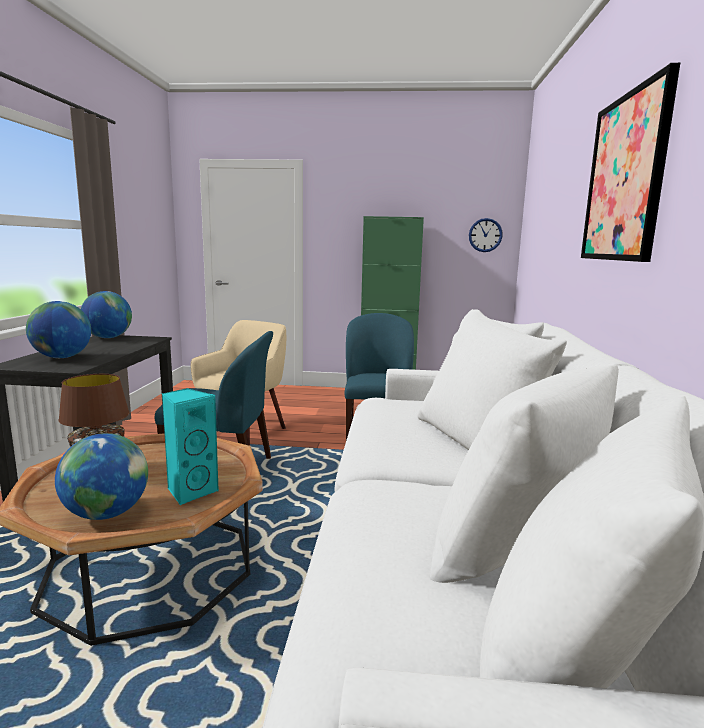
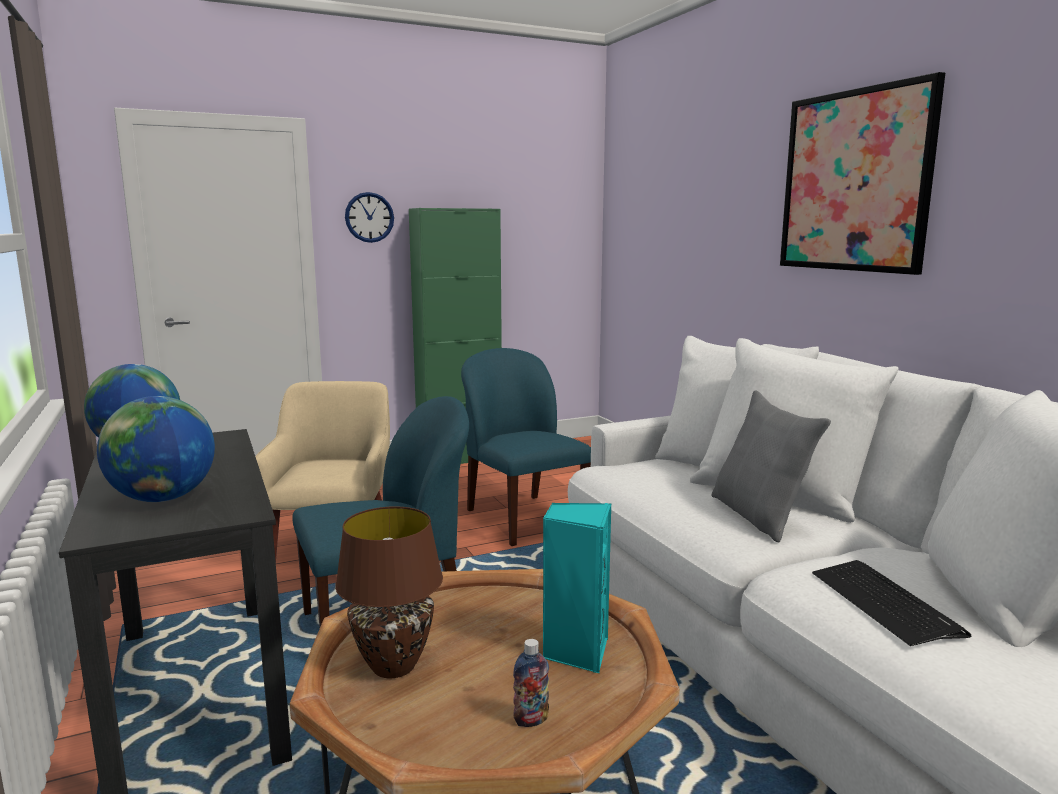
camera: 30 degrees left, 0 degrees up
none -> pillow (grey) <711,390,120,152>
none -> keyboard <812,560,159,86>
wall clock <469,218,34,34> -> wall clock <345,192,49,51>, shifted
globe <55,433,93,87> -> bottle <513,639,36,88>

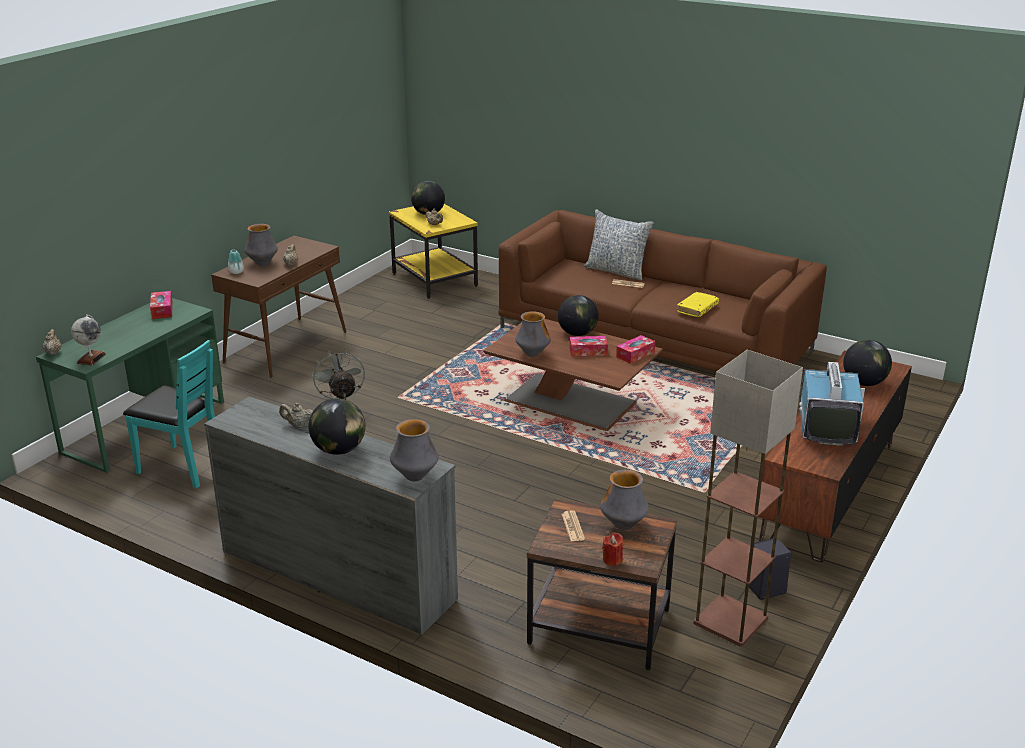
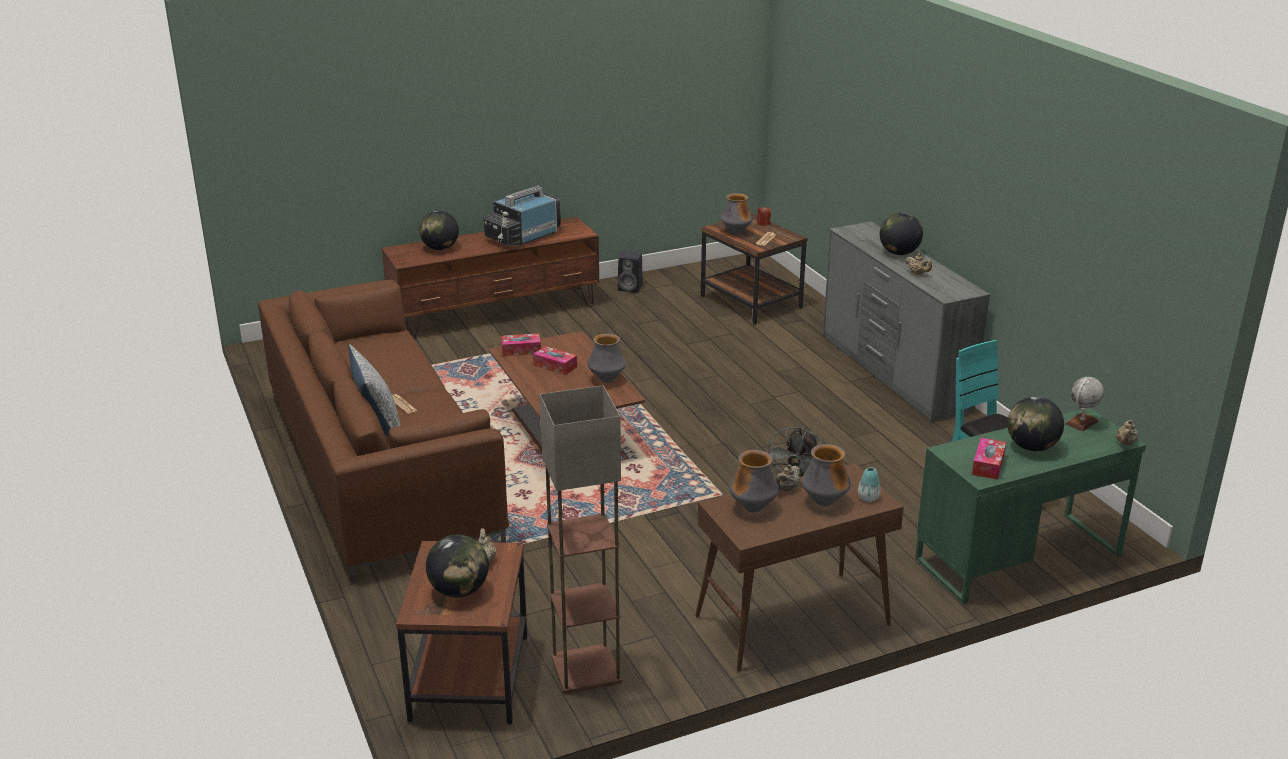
camera: 145 degrees left, 0 degrees up
book (yellow) <677,292,42,25> -> none
vase <390,419,49,62> -> vase <729,450,50,62>, shifted
globe <558,295,41,41> -> globe <1007,397,57,54>, shifted
floor lamp <693,350,110,297> -> floor lamp <540,385,82,309>, shifted
side table (yellow) <389,204,89,95> -> side table (brown) <396,541,131,184>

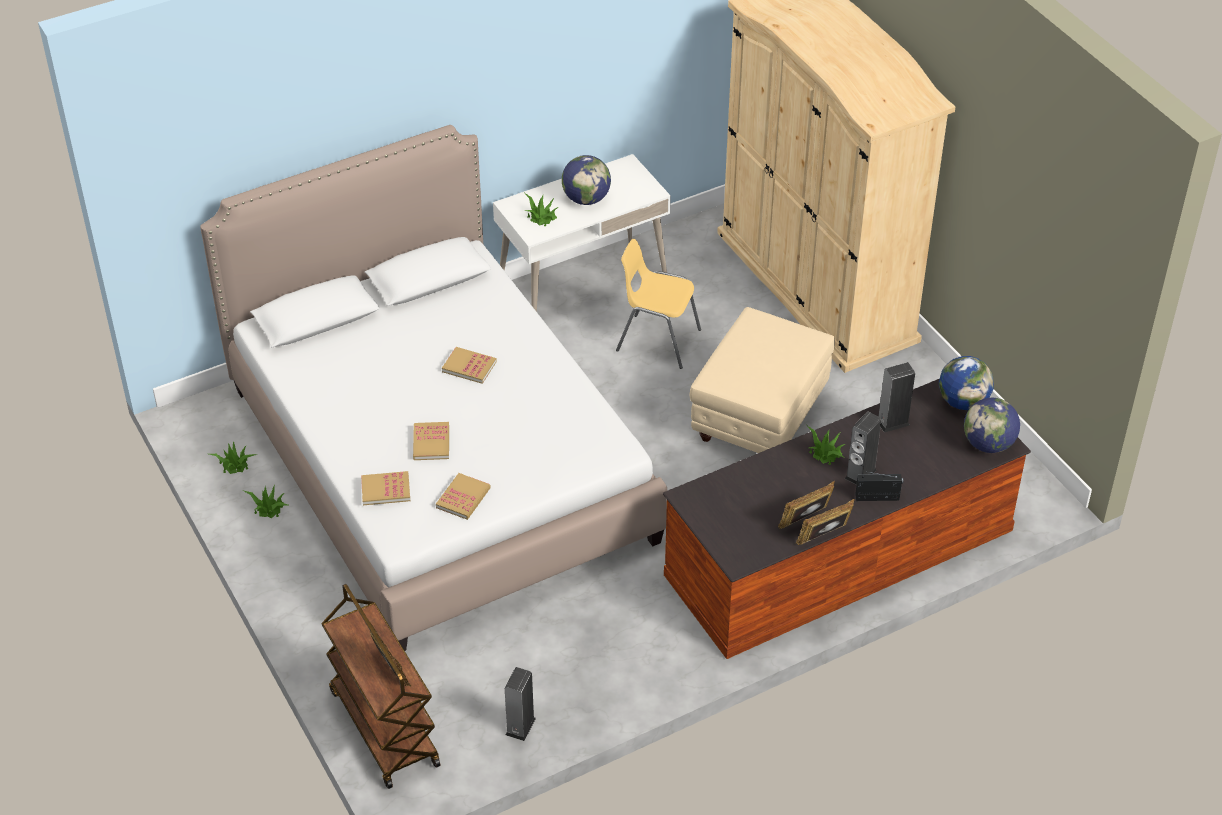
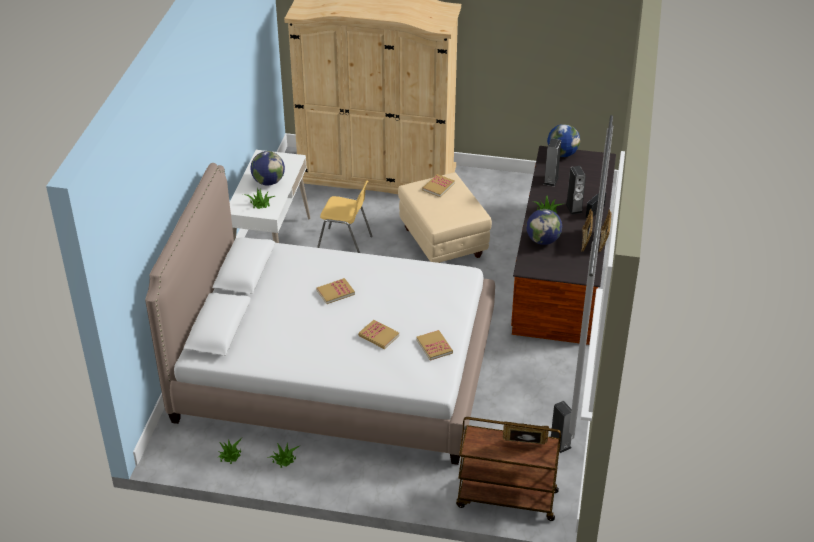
camera: 50 degrees left, 5 degrees down
book <361,471,49,34> -> book <422,174,33,23>, shifted
globe <964,398,56,55> -> globe <526,209,36,36>, shifted
chair (yellow) <616,239,85,130> -> chair (yellow) <317,181,56,72>, 135 degrees counterclockwise

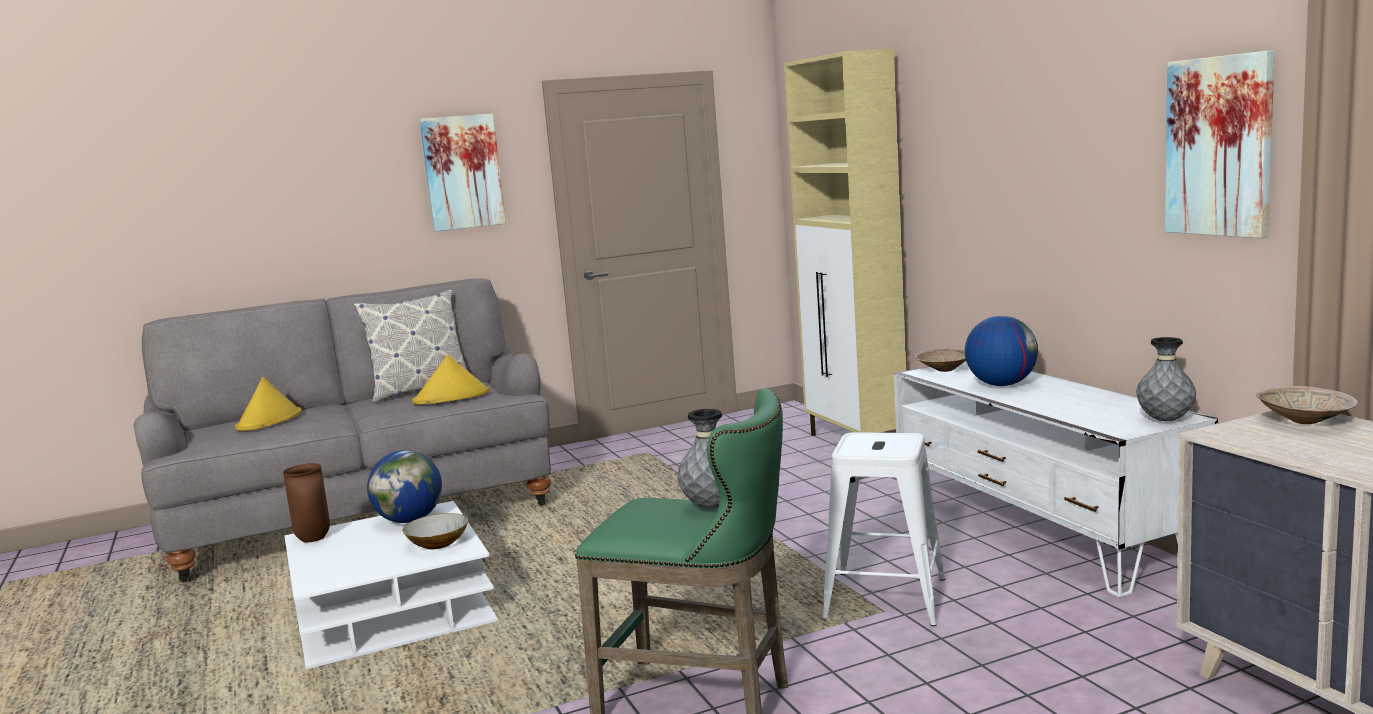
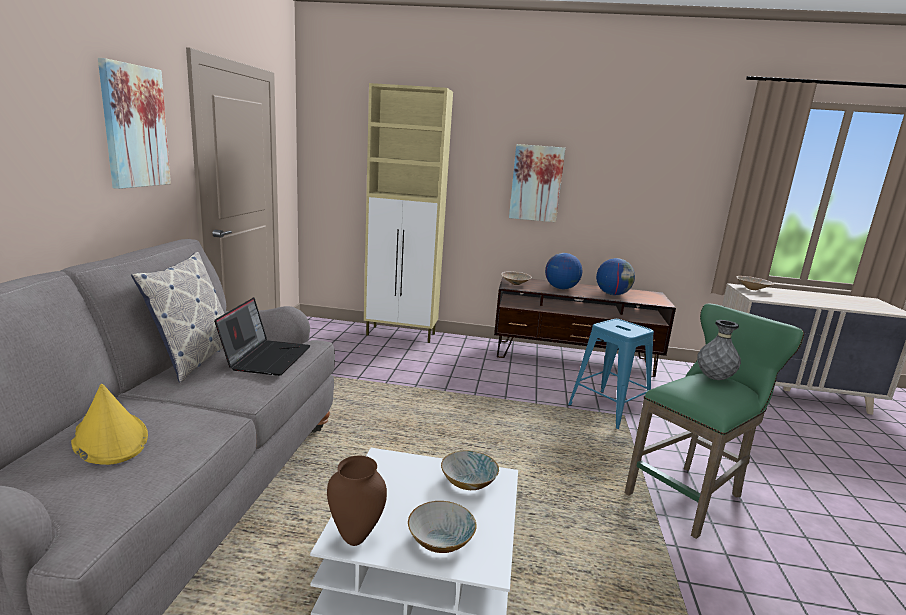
camera: 60 degrees left, 5 degrees up
vase (grey) <1136,337,60,84> -> none
none -> bowl <408,501,68,52>
globe <367,450,75,73> -> globe <596,258,39,37>, shifted
picture <1165,50,110,188> -> picture <509,144,56,78>, shifted
hat (yellow) <412,355,78,49> -> laptop <214,297,97,79>
stool (white) <823,432,122,194> -> stool (blue) <568,319,86,110>
tv stand (white) <894,361,324,236> -> tv stand (brown) <494,277,182,100>

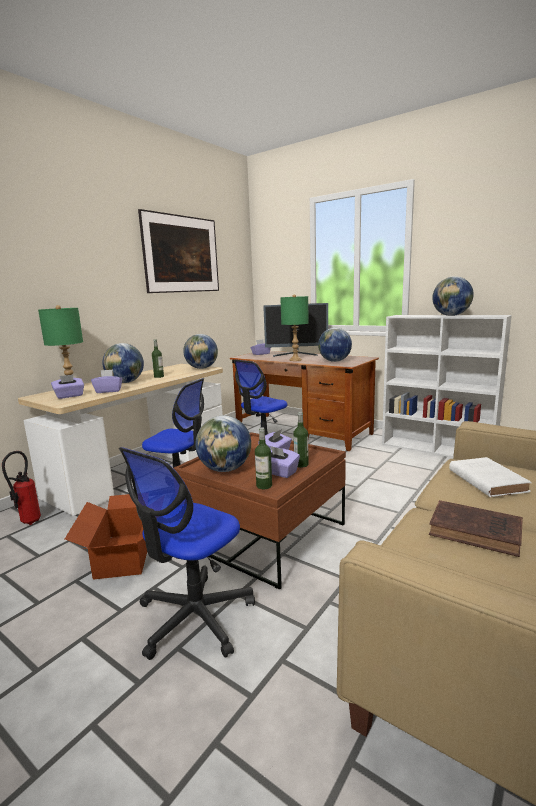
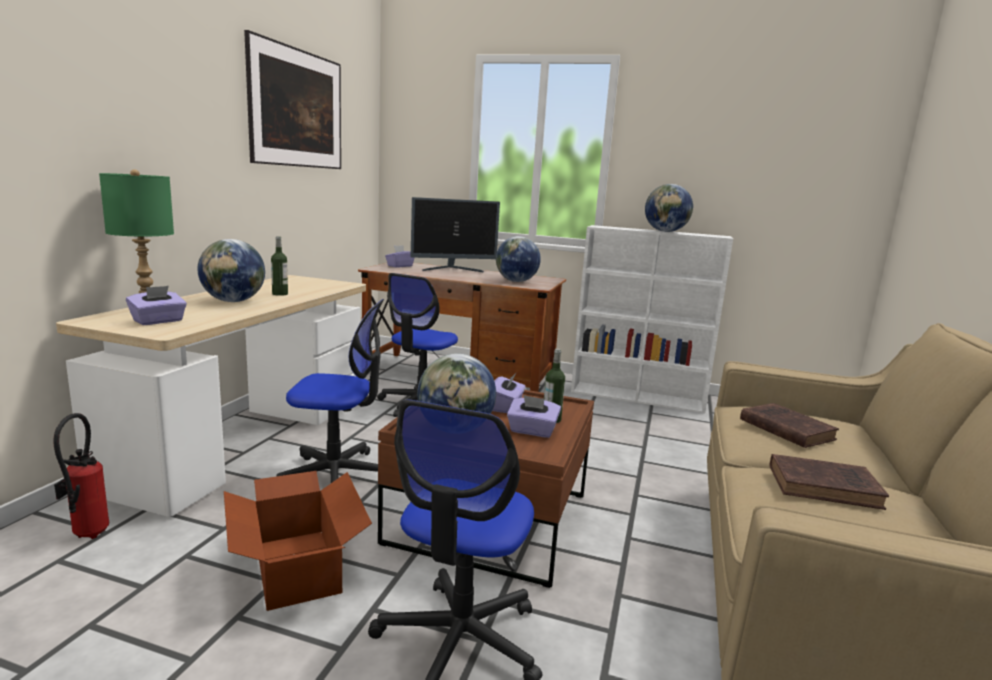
camera: 20 degrees left, 0 degrees up
tissue box (purple) <91,369,32,24> -> none
globe <183,334,35,35> -> none
bottle <255,428,17,61> -> none
table lamp (green) <280,294,29,67> -> none
book (white) <449,457,83,40> -> book (brown) <740,403,99,45>

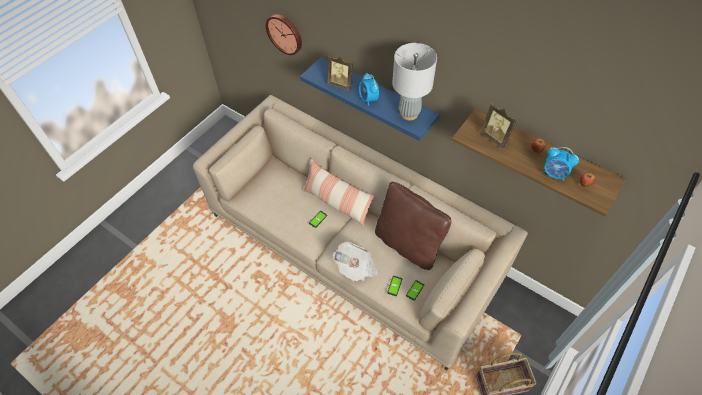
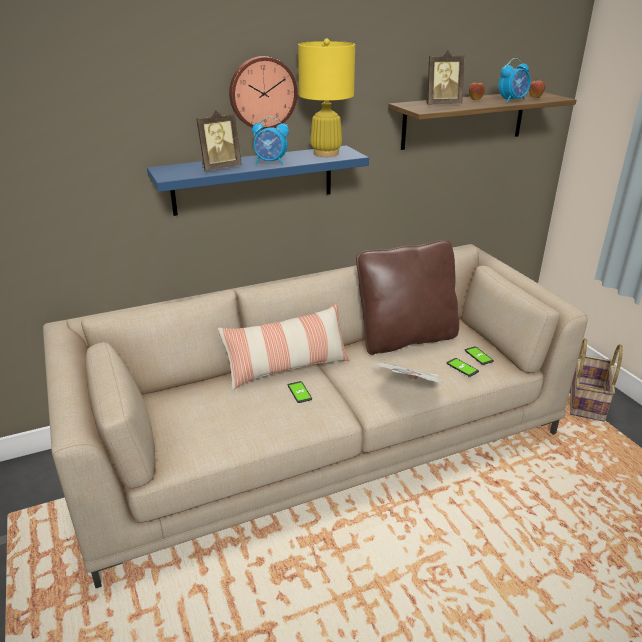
camera: 60 degrees left, 25 degrees down
wall clock <266,14,36,41> -> wall clock <229,56,68,74>, shifted
table lamp (grey) <392,43,45,77> -> table lamp (yellow) <298,39,57,118>

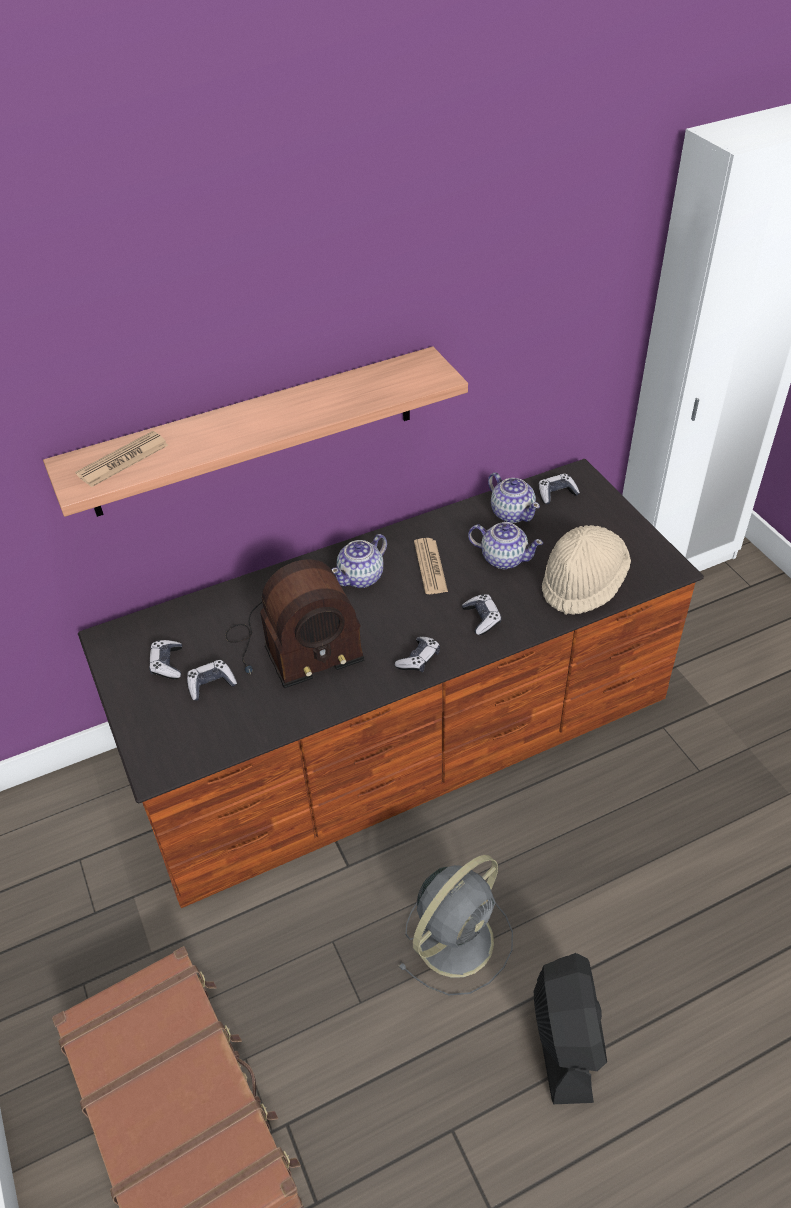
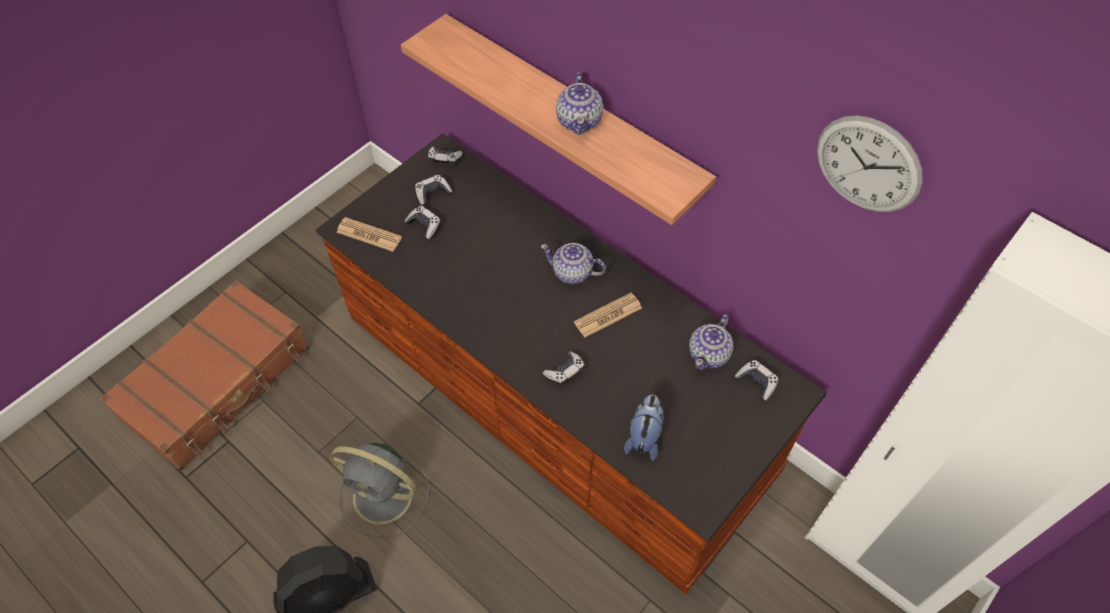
camera: 65 degrees right, 10 degrees up
radio <226,559,139,130> -> none
none -> wall clock <816,115,107,97>
newspaper <75,431,93,56> -> newspaper <336,217,66,35>, shifted
game controller <395,637,45,35> -> game controller <428,147,35,20>, shifted
teapot <468,522,75,47> -> teapot <556,72,47,63>, shifted
hat (beige) <542,525,89,90> -> plush toy <624,395,39,66>

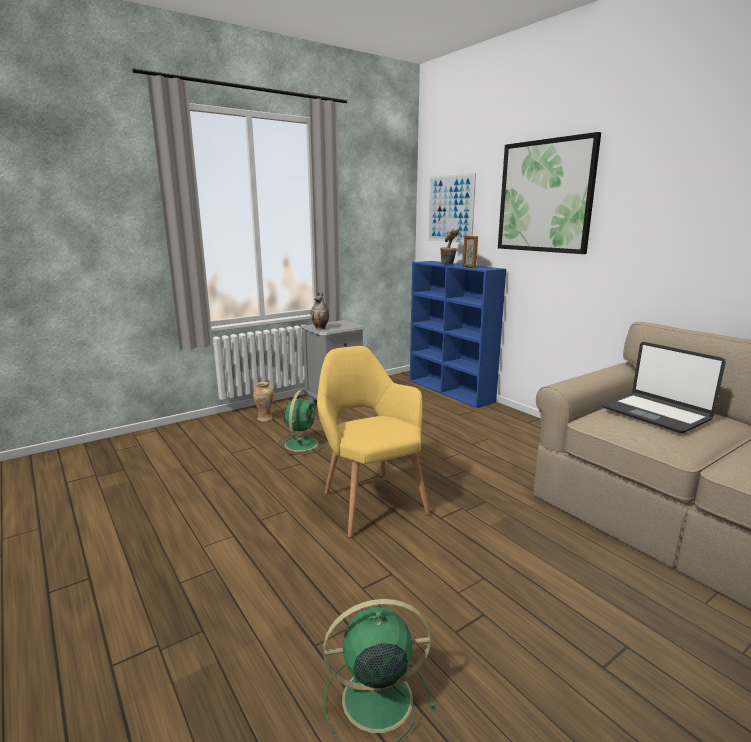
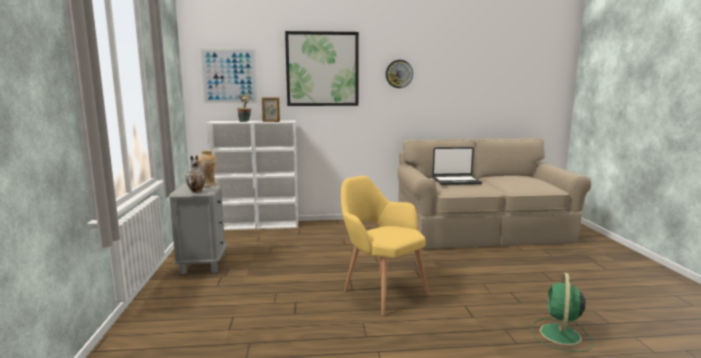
camera: 60 degrees left, 5 degrees down
fan (green) <279,390,47,65> -> none
none -> wall clock <386,60,27,28>
vase <253,382,21,40> -> vase <198,150,19,37>, shifted
bookcase (blue) <410,261,96,147> -> bookcase (white) <206,121,92,109>
armchair (yellow) <317,346,113,191> -> armchair (yellow) <341,176,88,140>, 45 degrees clockwise

